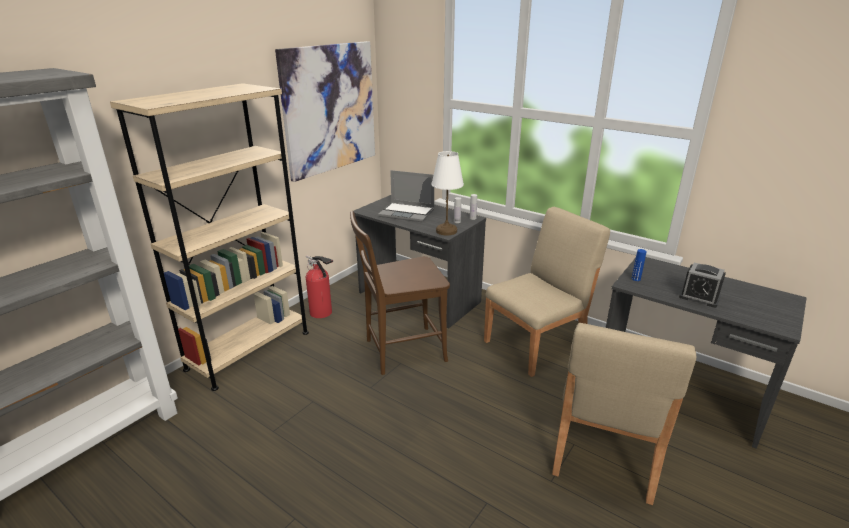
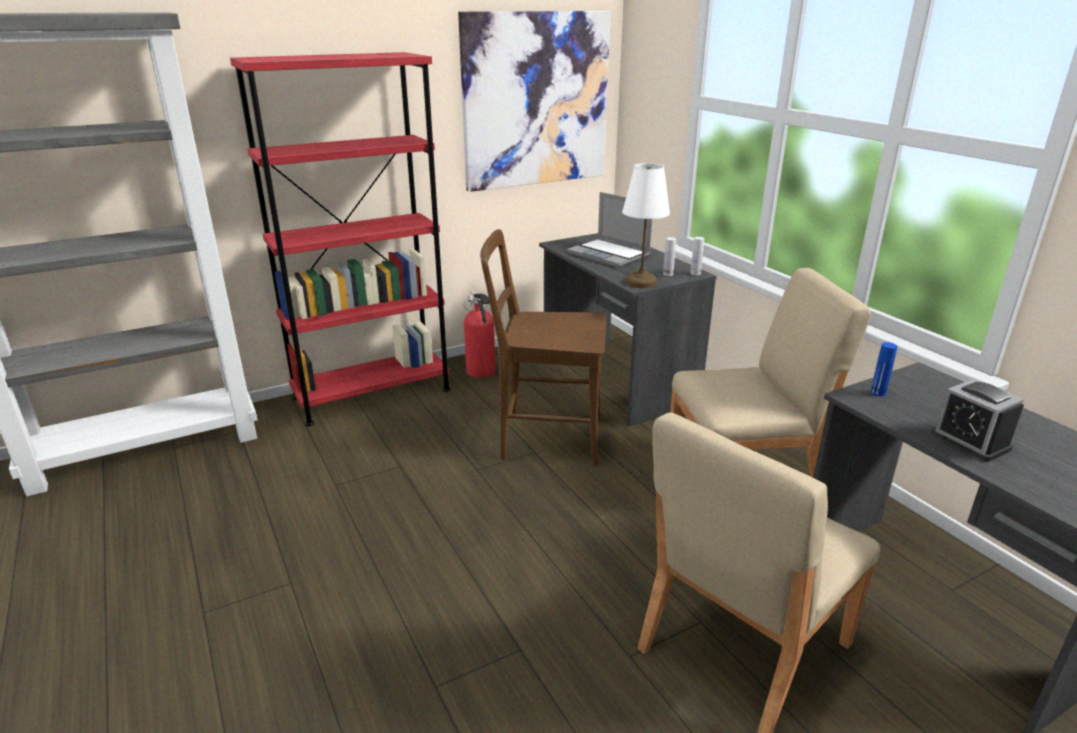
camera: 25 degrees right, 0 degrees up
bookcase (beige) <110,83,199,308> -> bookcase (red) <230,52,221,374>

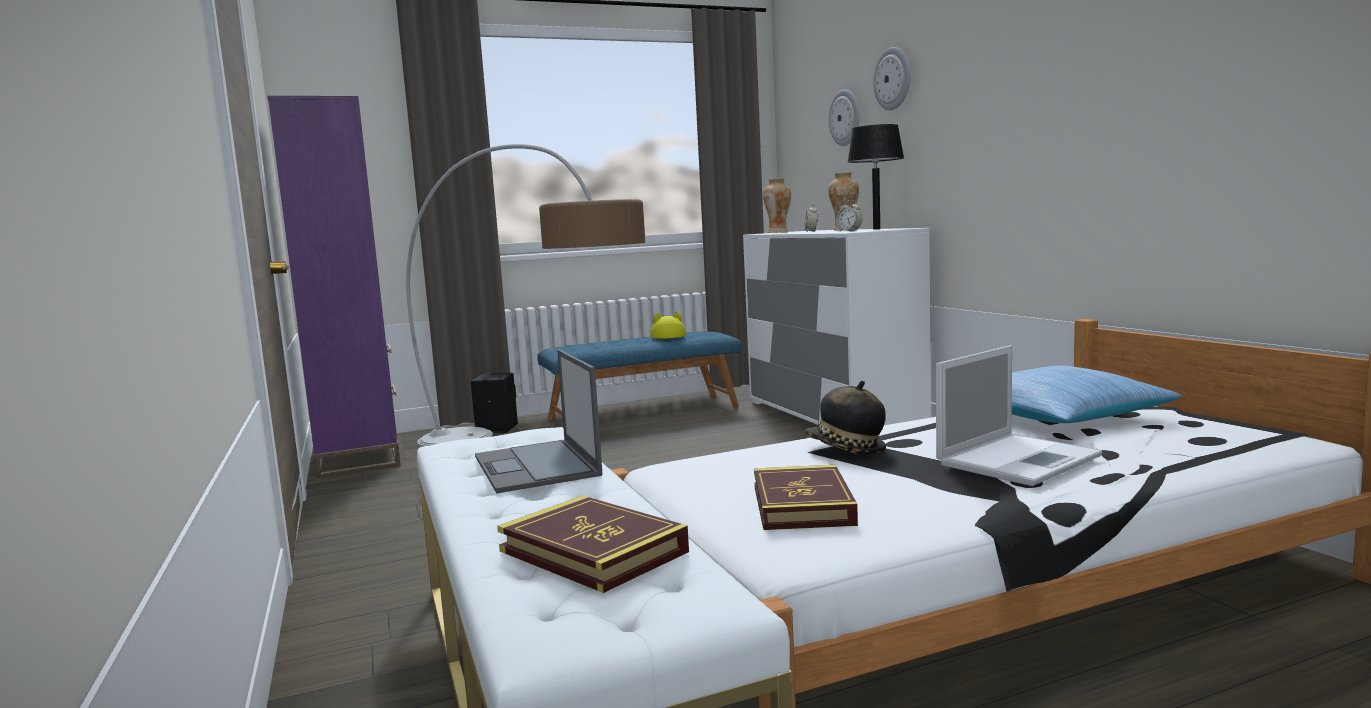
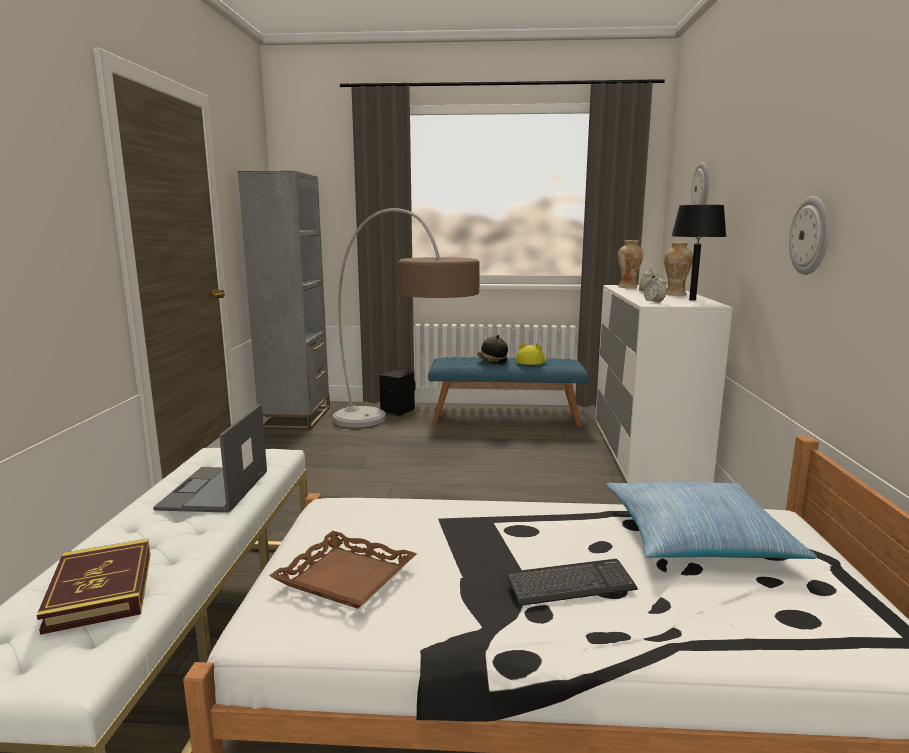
camera: 25 degrees right, 5 degrees up
hat <805,381,81,73> -> hat <477,335,32,30>, shifted
wall clock <873,47,37,63> -> wall clock <789,196,41,79>, shifted
book <754,465,104,65> -> tray (brown) <269,531,148,78>
laptop <936,345,166,141> -> keyboard <506,559,132,47>
bookcase (purple) <267,96,133,382> -> bookcase (grey) <238,171,92,259>

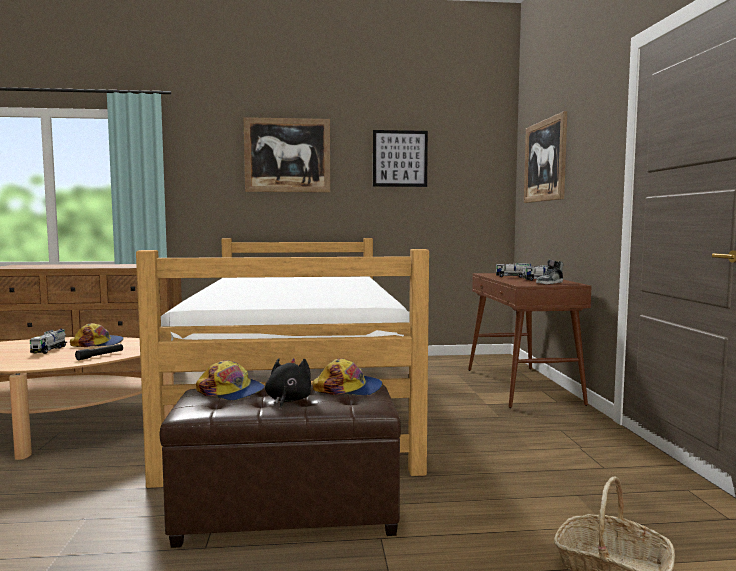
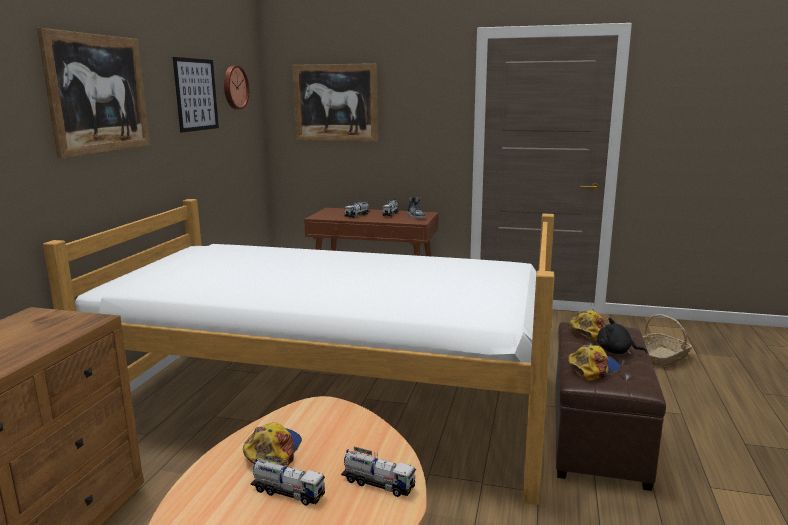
camera: 70 degrees left, 10 degrees up
flashlight (black) <75,344,48,16> -> none
none -> wall clock <224,65,25,44>
none -> toy truck <341,447,75,50>

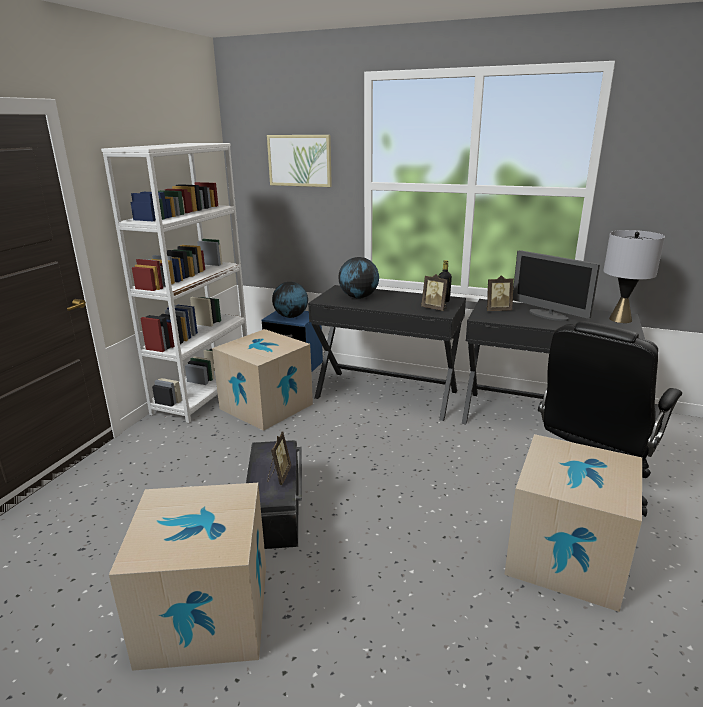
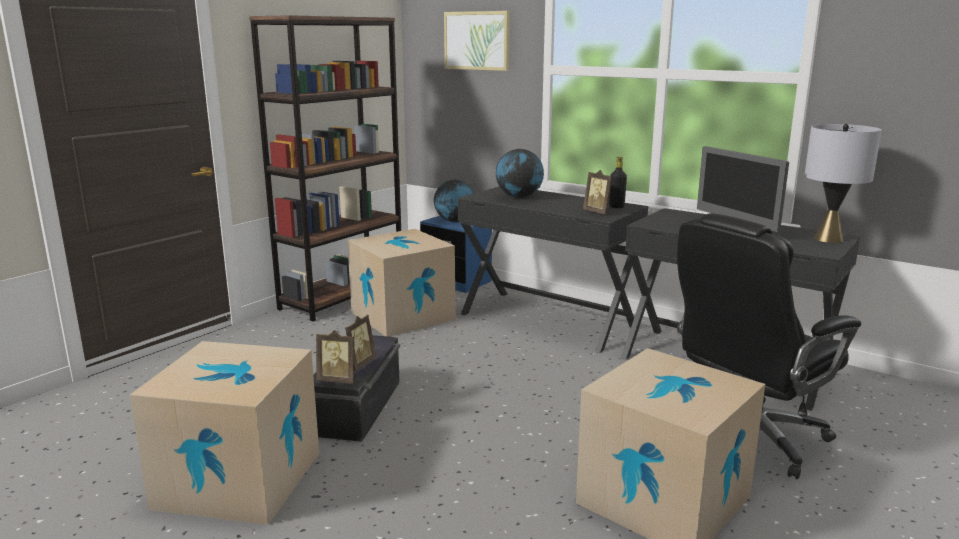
camera: 15 degrees right, 5 degrees down
picture frame <486,275,28,36> -> picture frame <316,330,40,54>, shifted
bookcase (white) <101,143,146,280> -> bookcase (brown) <249,15,152,306>

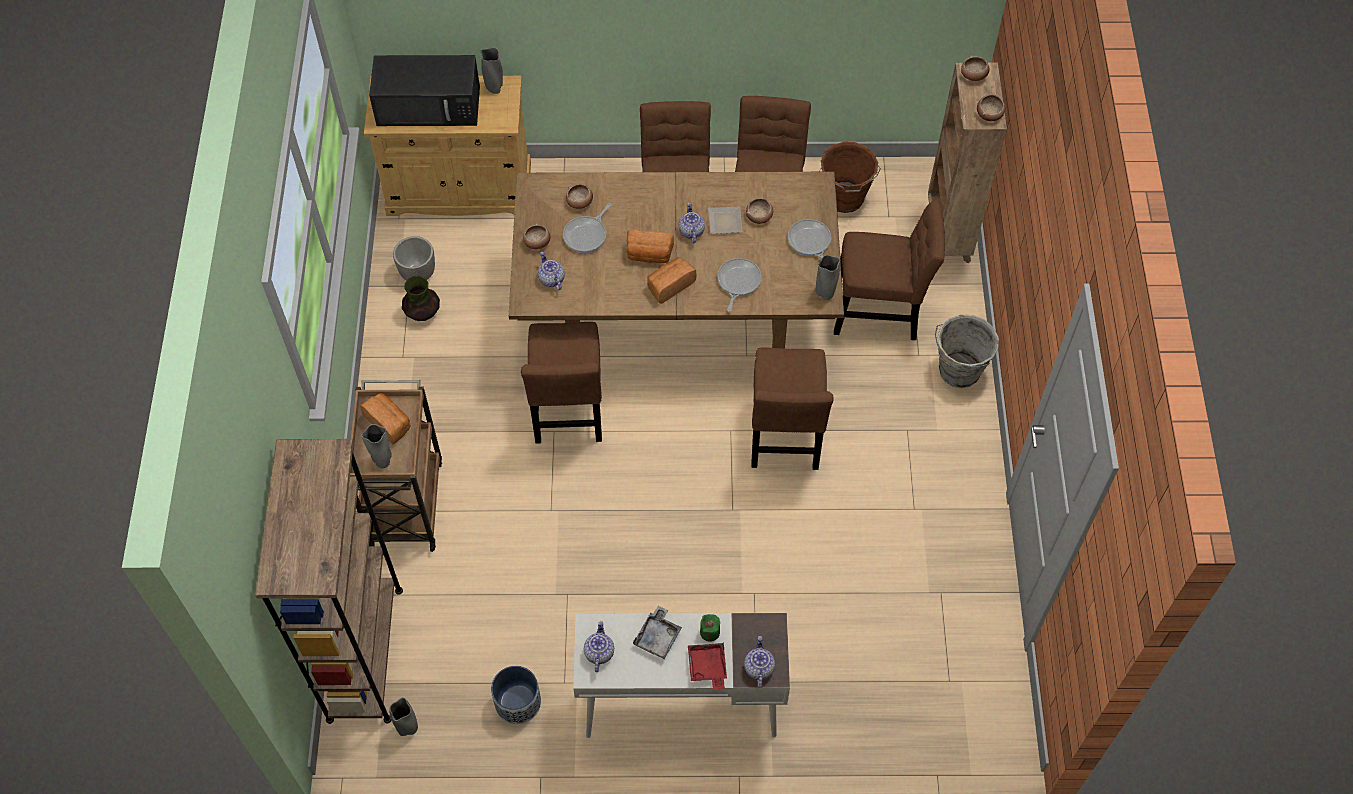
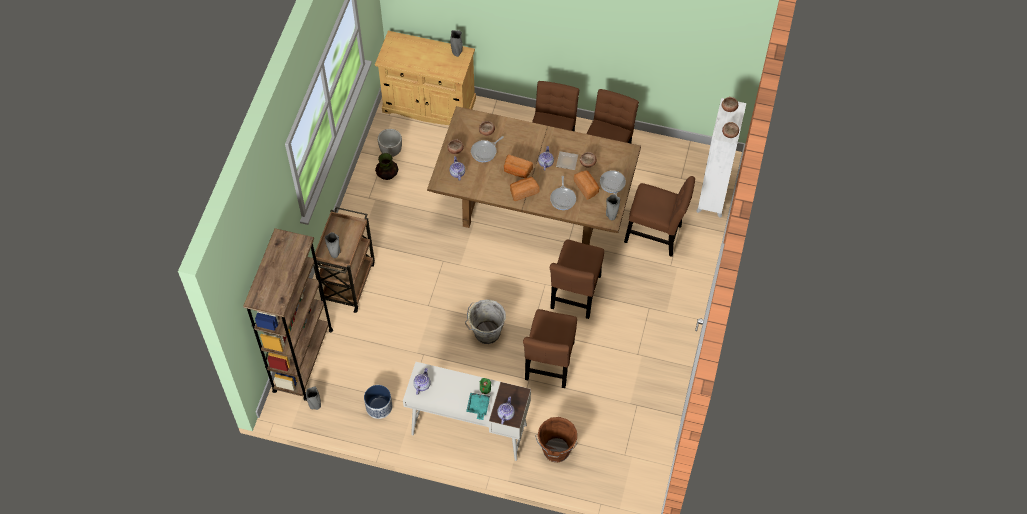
camera: 15 degrees right, 0 degrees up
microwave (black) <369,55,111,71> -> none
tray (grey) <633,606,49,53> -> none
bread <360,394,51,51> -> bread <574,171,25,29>, shifted
chair (brown) <521,322,81,122> -> chair (brown) <523,309,54,79>, shifted
bucket (brown) <819,142,62,71> -> bucket (brown) <535,417,42,45>, shifted
bucket (grey) <935,315,64,73> -> bucket (grey) <465,299,41,45>, shifted
tray (red) <688,642,39,48> -> tray (turquoise) <466,393,24,27>
bookcase (brown) <924,63,83,200> -> bookcase (white) <696,98,50,120>
frying pan <717,258,45,54> -> frying pan <550,176,26,34>, 150 degrees clockwise

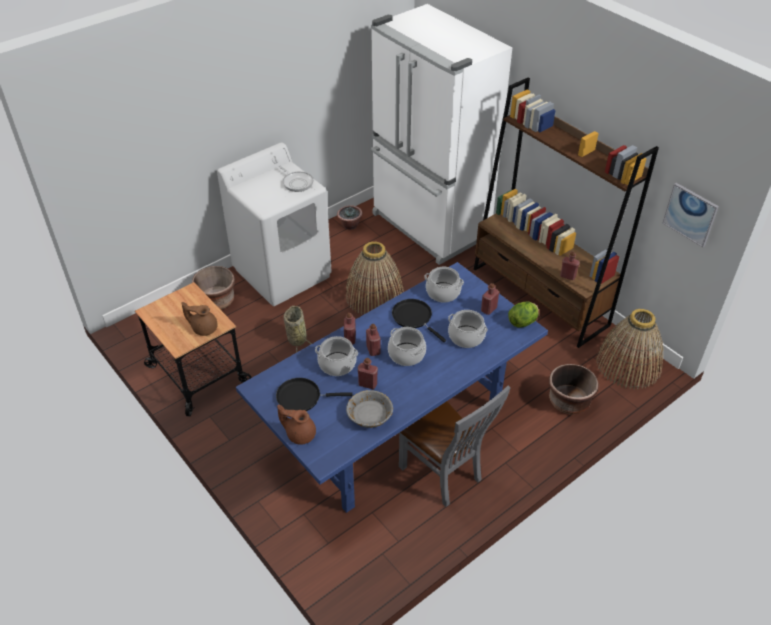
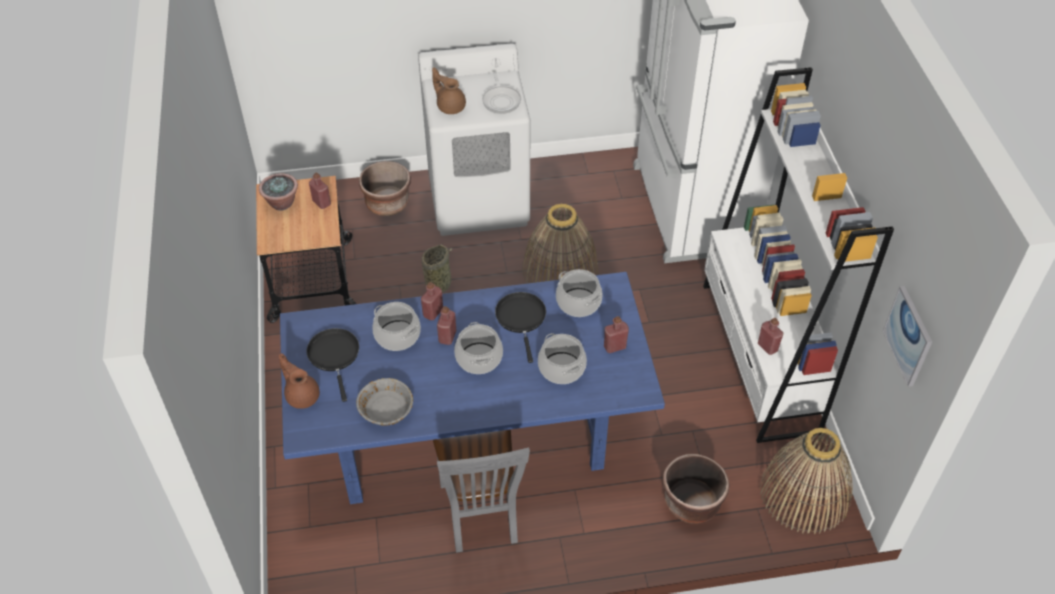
camera: 30 degrees right, 5 degrees up
lettuce <508,302,30,25> -> none
teapot (brown) <181,302,37,34> -> teapot (brown) <432,67,34,47>, shifted
potted plant <337,206,26,24> -> potted plant <259,173,39,38>, shifted
bottle (red) <358,358,20,31> -> bottle (red) <309,173,22,36>, shifted
bookcase (brown) <474,77,185,271> -> bookcase (white) <703,67,191,376>
frying pan (black) <276,378,77,33> -> frying pan (black) <306,328,53,74>, 45 degrees clockwise

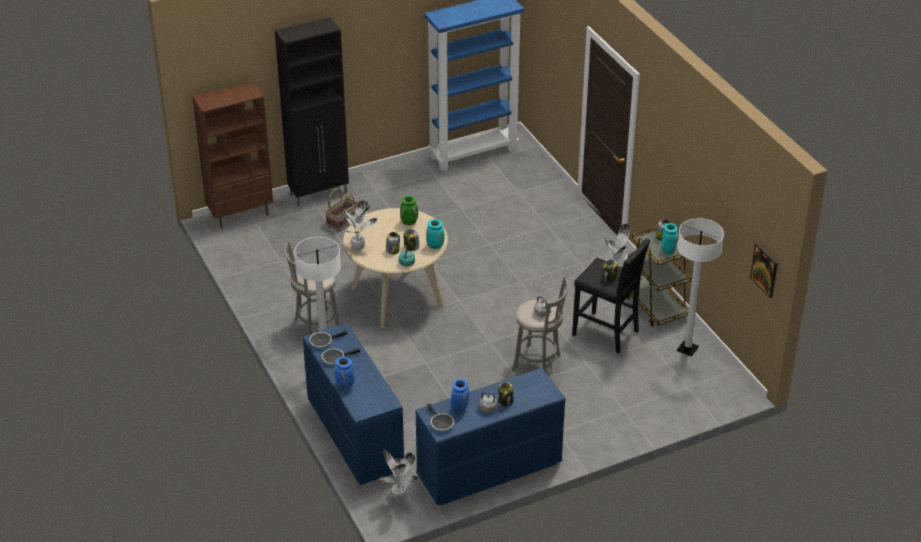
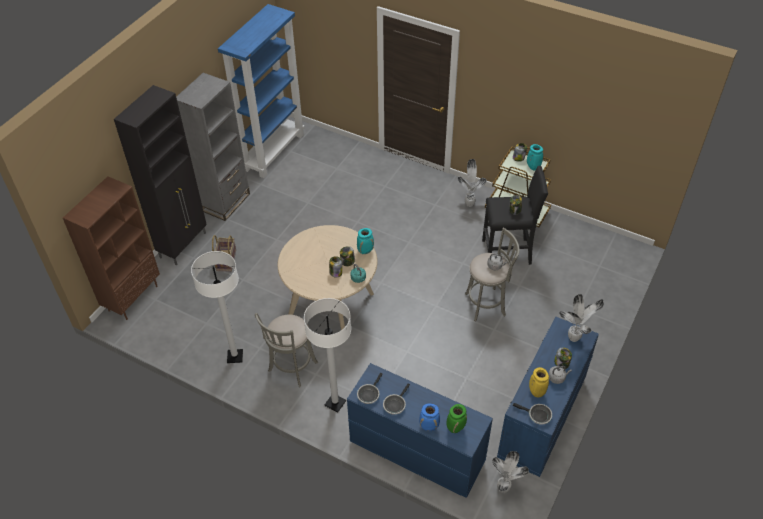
camera: 35 degrees left, 10 degrees up
picture <750,243,28,55> -> none
none -> bookcase (grey) <176,73,74,148>
potted plant <342,200,35,51> -> potted plant <559,294,45,48>, shifted
vase (green) <400,196,18,29> -> vase (green) <446,404,21,29>, shifted
floor lamp (white) <677,218,47,139> -> floor lamp (white) <191,251,52,112>, shifted
vase (blue) <451,379,18,34> -> vase (yellow) <529,367,20,31>

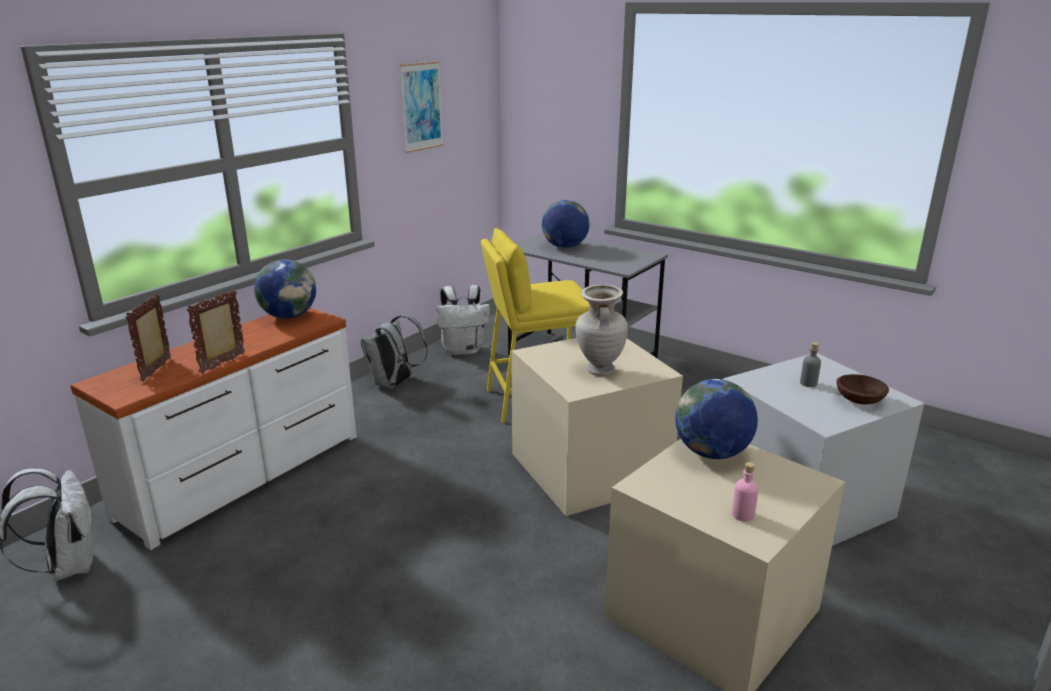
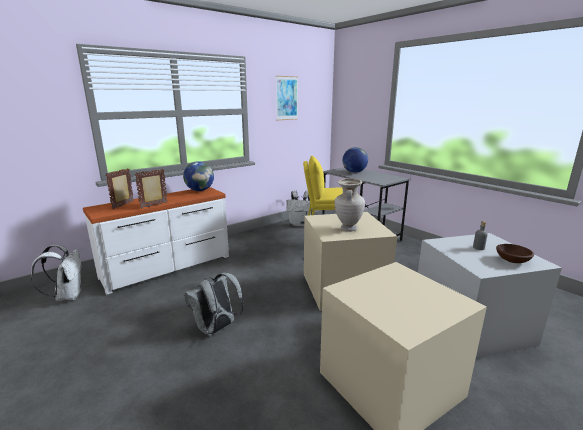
camera: 15 degrees right, 5 degrees down
globe <675,379,83,80> -> none
bottle (pink) <732,462,27,60> -> none
backpack (grey) <361,315,67,74> -> backpack (grey) <184,273,59,63>, shifted

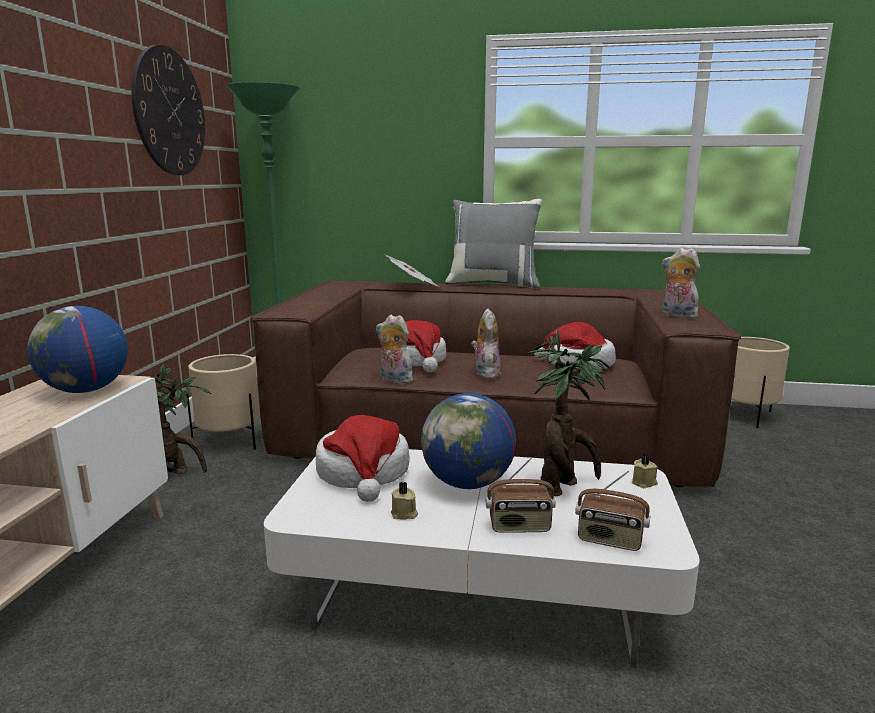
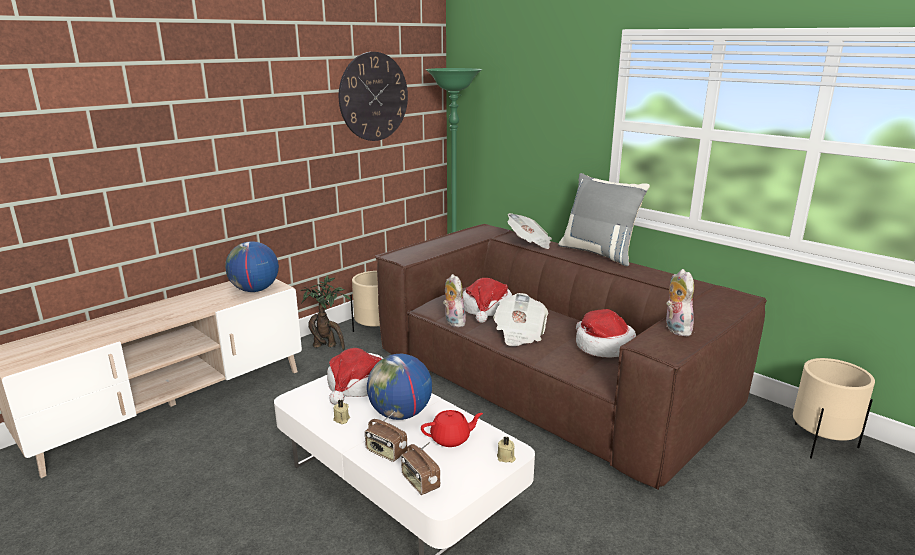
camera: 35 degrees right, 5 degrees up
plush toy <471,309,30,69> -> newspaper <493,293,55,53>
potted plant <526,329,84,167> -> teapot (red) <421,410,62,37>

